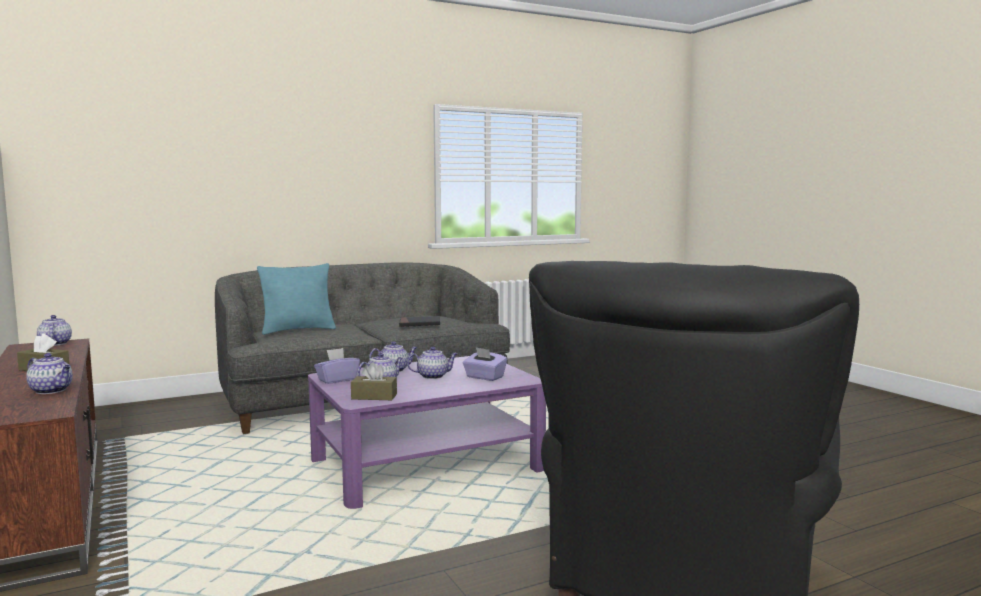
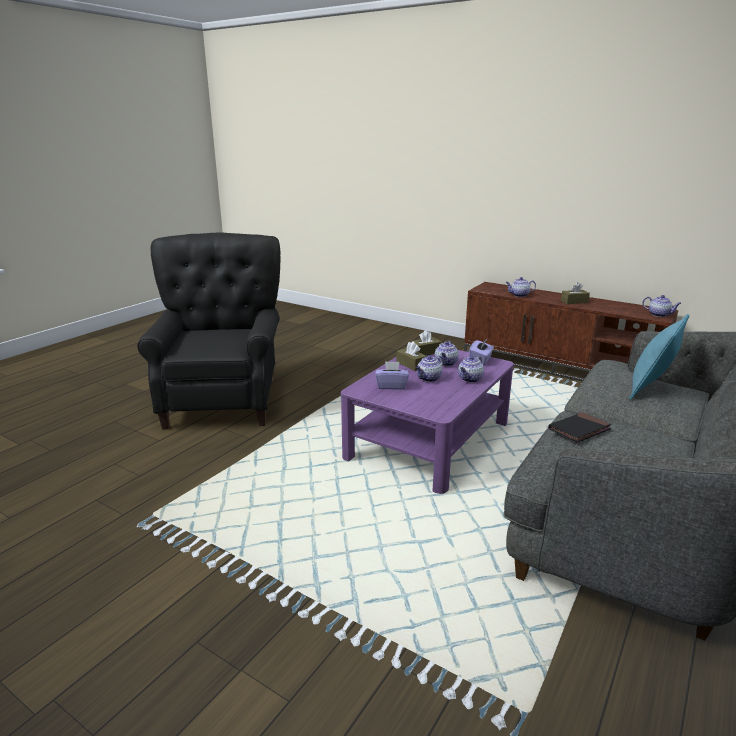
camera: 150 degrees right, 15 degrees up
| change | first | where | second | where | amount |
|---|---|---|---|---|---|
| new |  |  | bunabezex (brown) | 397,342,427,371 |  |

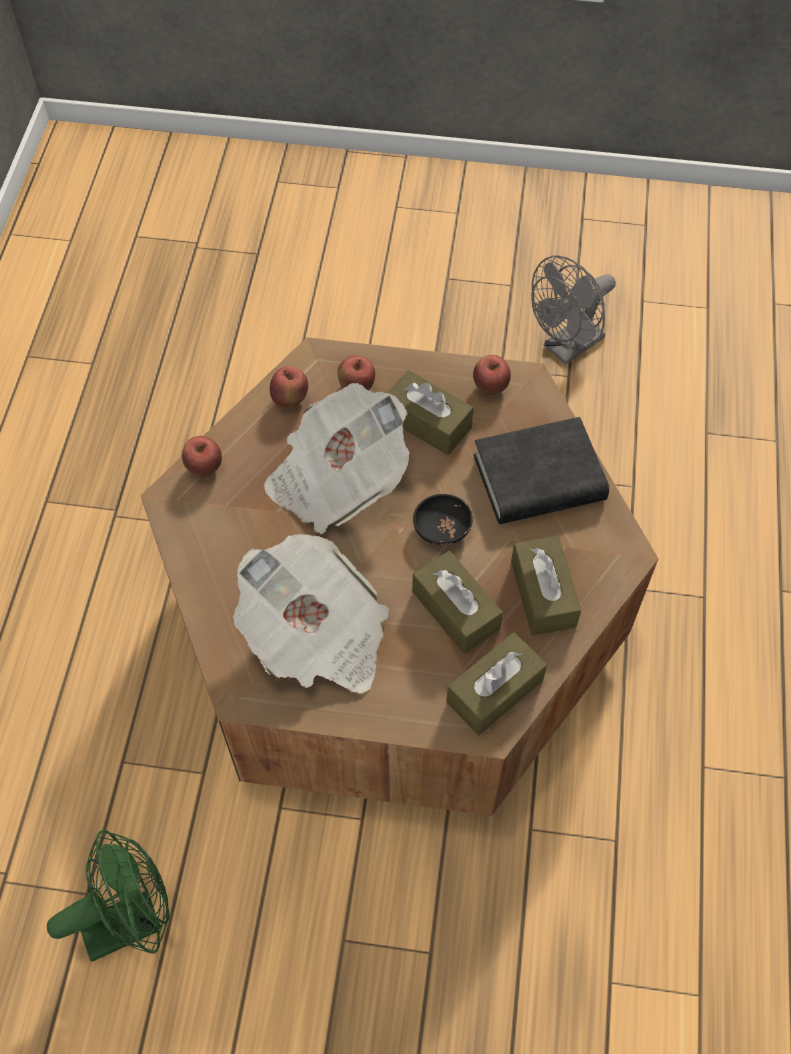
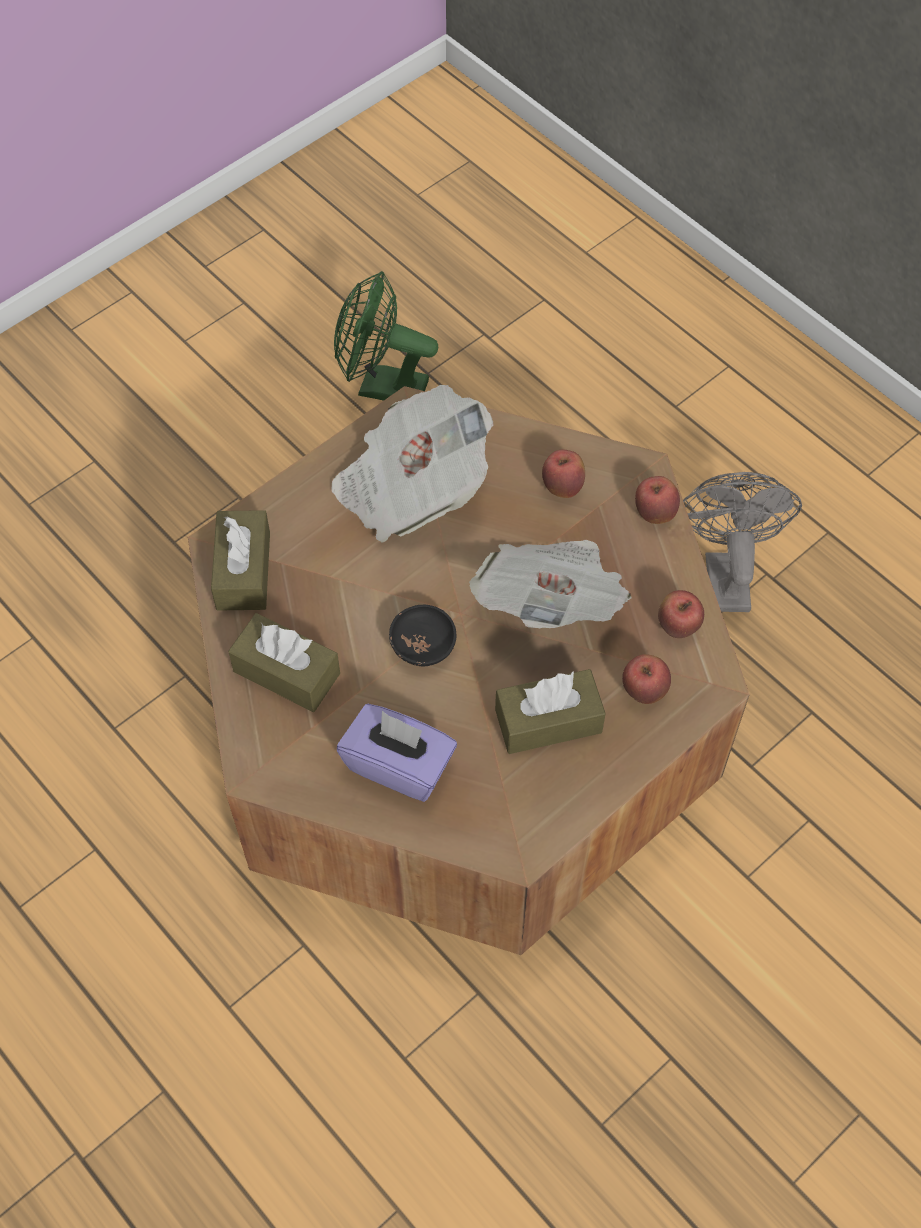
camera: 130 degrees right, 0 degrees up
| change | first | where | second | where | amount |
|---|---|---|---|---|---|
| rotated | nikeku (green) | 47,830,170,962 |  | 334,271,438,401 | 90 degrees clockwise |
| gone | bunabezex (brown) | 412,551,503,654 |  |  |  |
| shifted | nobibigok | 473,355,511,395 |  | 542,450,585,498 |  |
| swapped | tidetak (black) | 474,417,609,524 | bunabezex (purple) | 337,704,457,802 |  |
| shifted | nikeku (grey) | 531,256,616,365 |  | 683,472,802,612 |  |

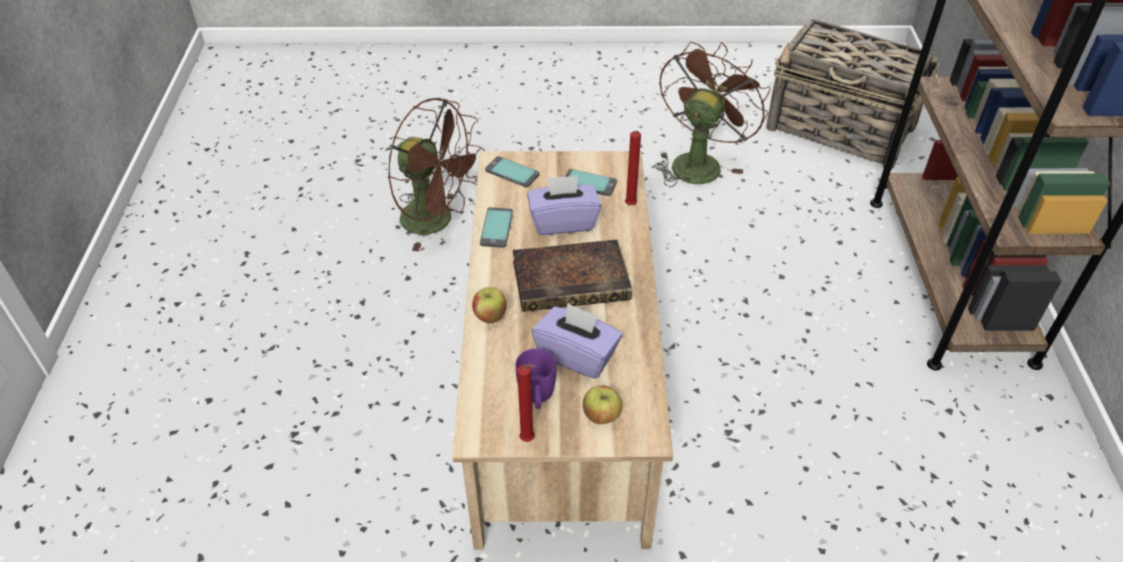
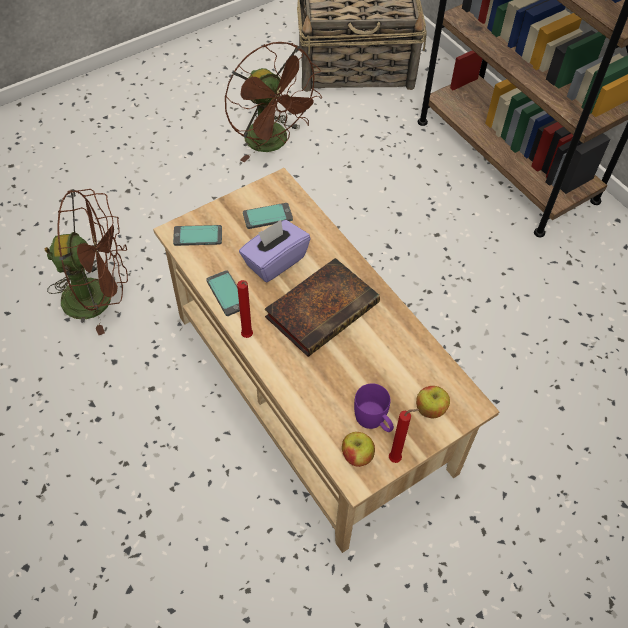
camera: 35 degrees left, 10 degrees up
| change | first | where | second | where | amount |
|---|---|---|---|---|---|
| shifted | nobibigok | 472,287,507,323 |  | 342,432,375,467 |  |
| gone | bunabezex (purple) | 532,302,623,379 |  |  |  |
| shifted | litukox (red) | 625,131,641,205 |  | 237,280,253,338 |  |
| rotated | nikeku (brown) | 655,42,770,187 |  | 224,42,322,162 | 150 degrees clockwise |

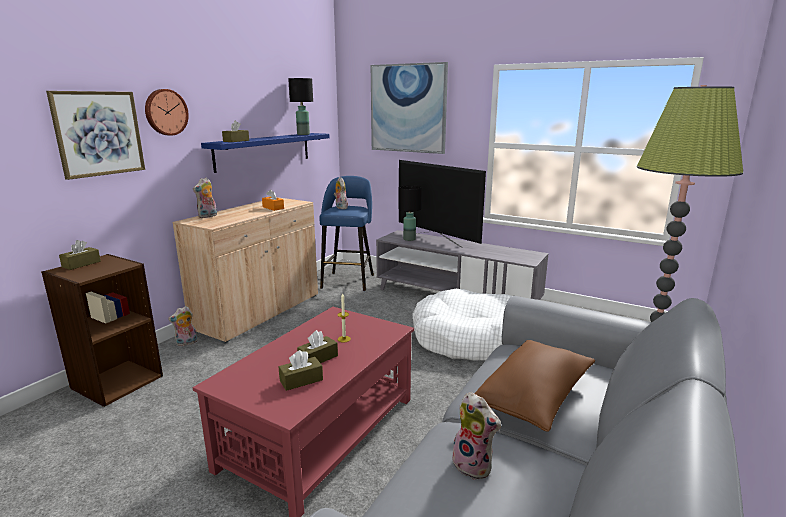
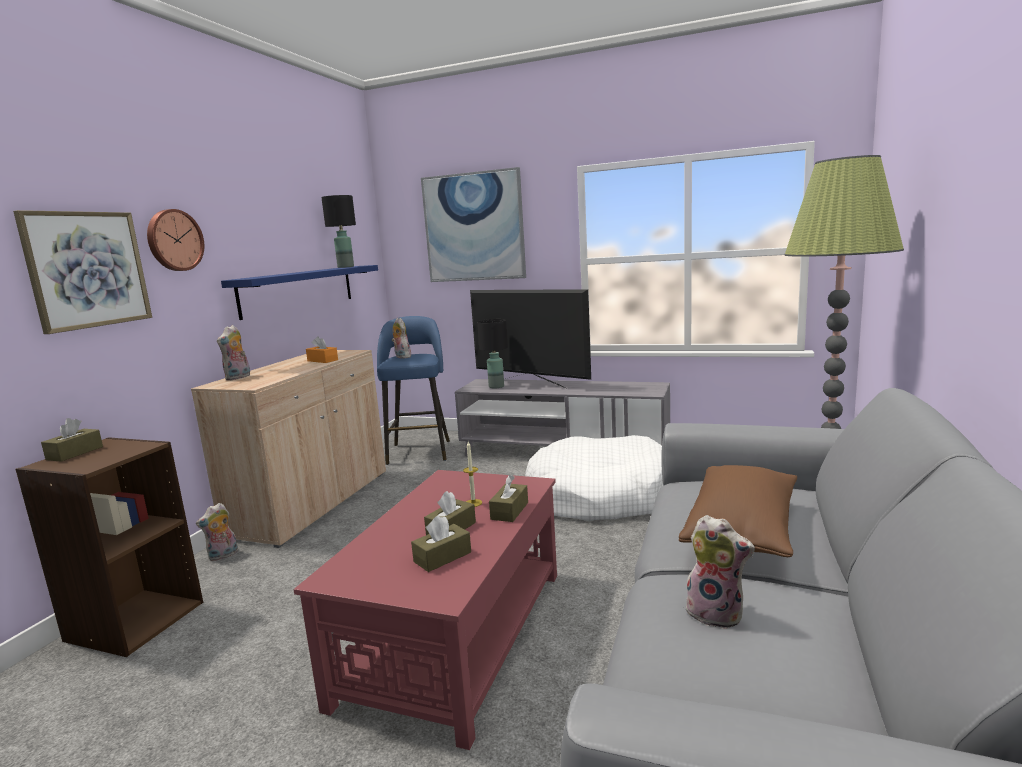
camera: 10 degrees left, 5 degrees down
| change | first | where | second | where | amount |
|---|---|---|---|---|---|
| shifted | bunabezex (brown) | 222,121,249,142 |  | 489,475,528,522 |  |

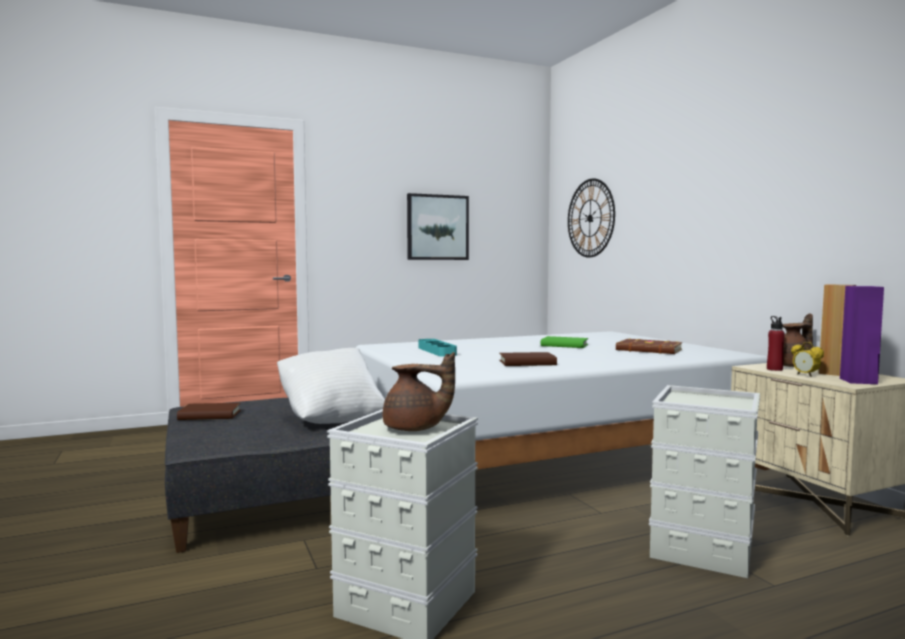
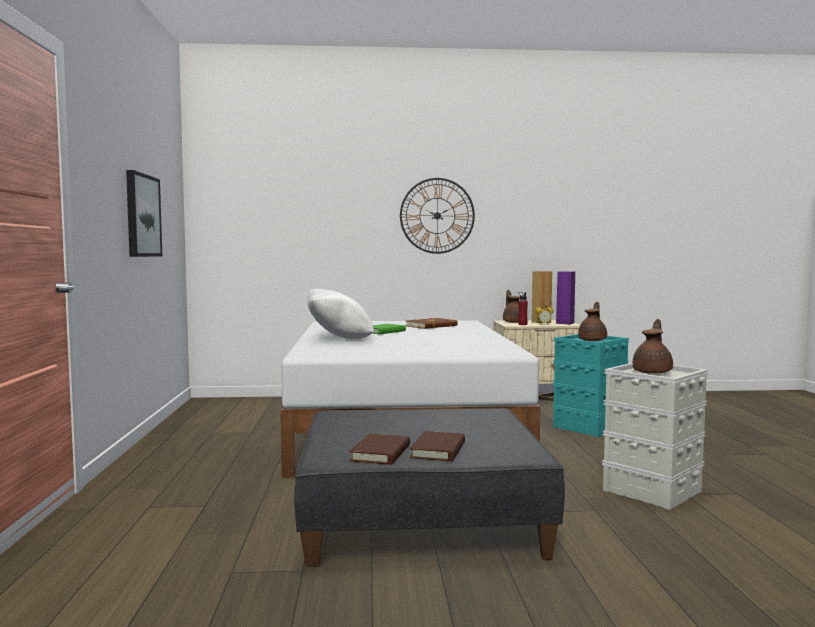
camera: 70 degrees left, 0 degrees up
| change | first | where | second | where | amount |
|---|---|---|---|---|---|
| shifted | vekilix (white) | 277,348,385,424 |  | 308,289,374,340 |  |
| gone | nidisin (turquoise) | 419,339,457,357 |  |  |  |
| shifted | tidetak (brown) | 499,352,557,366 |  | 409,431,465,461 |  |
| shifted | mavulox | 568,179,615,258 |  | 400,178,475,254 |  |
| repainted | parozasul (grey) | 649,385,760,578 | parozasul (turquoise) | 552,334,629,437 |  |
| new |  |  | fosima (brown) | 578,301,607,341 |  |

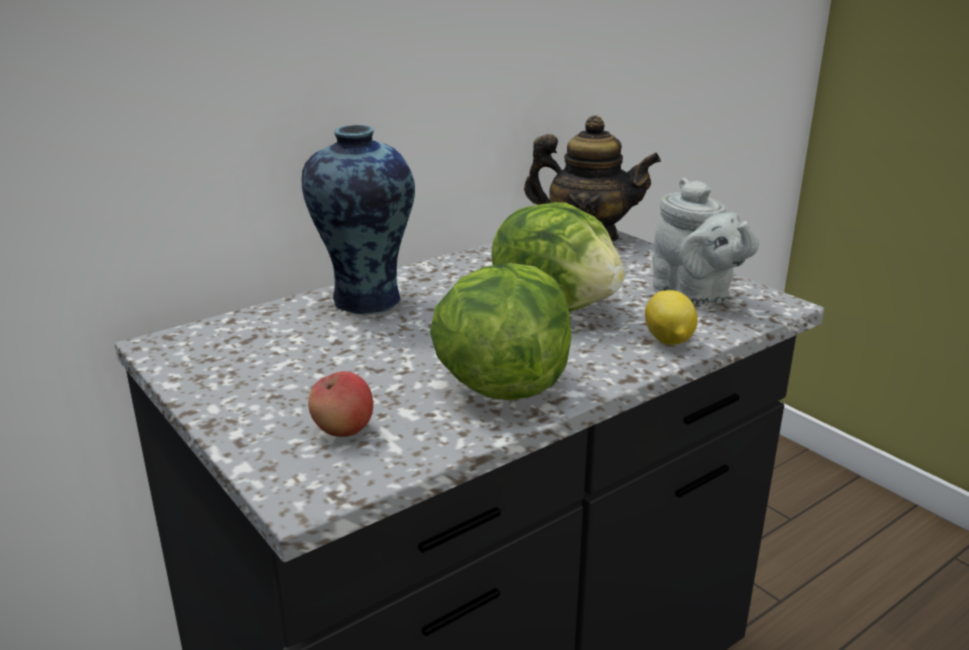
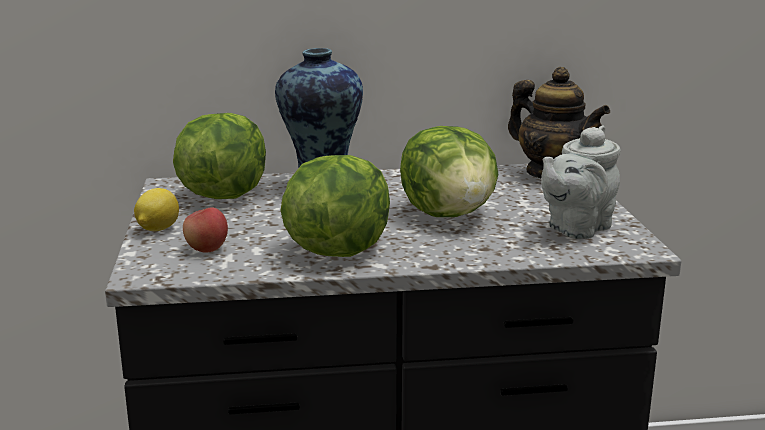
camera: 30 degrees right, 5 degrees down
| change | first | where | second | where | amount |
|---|---|---|---|---|---|
| shifted | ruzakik | 645,290,698,345 |  | 134,188,179,231 |  |
| rotated | fosima (grey) | 652,178,759,305 |  | 541,126,621,239 | 45 degrees clockwise |
| new |  |  | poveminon | 173,113,266,199 |  |

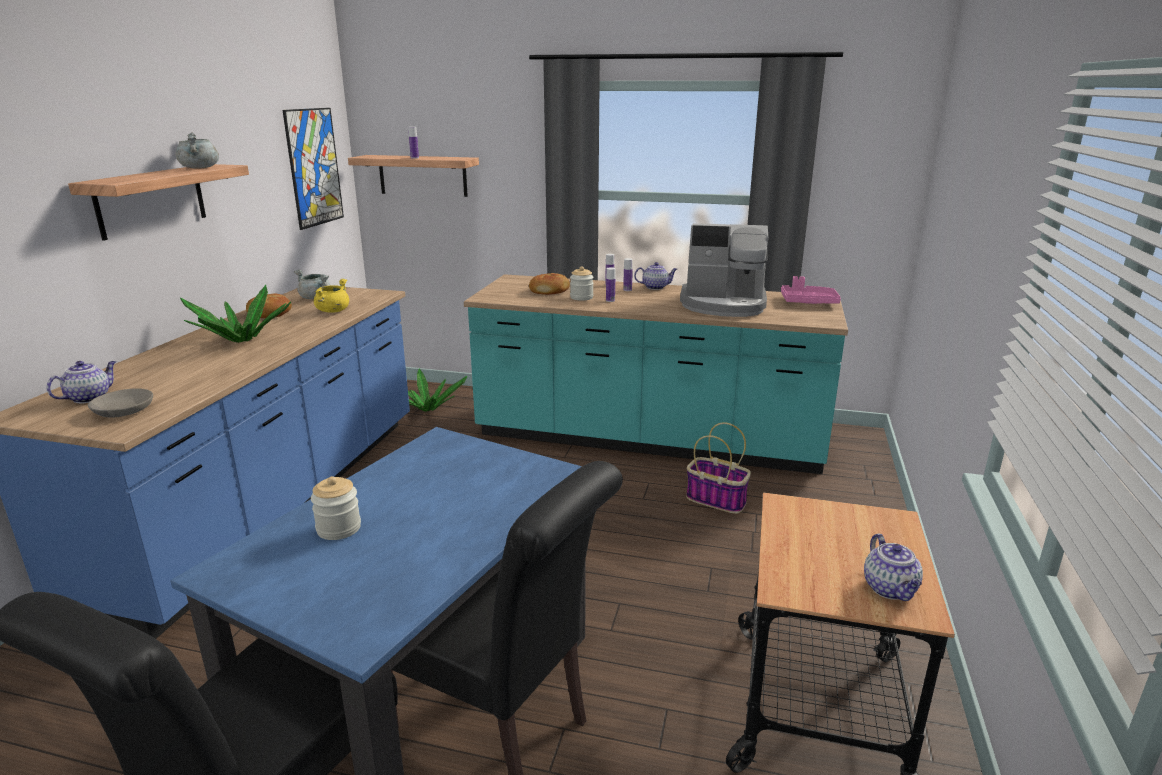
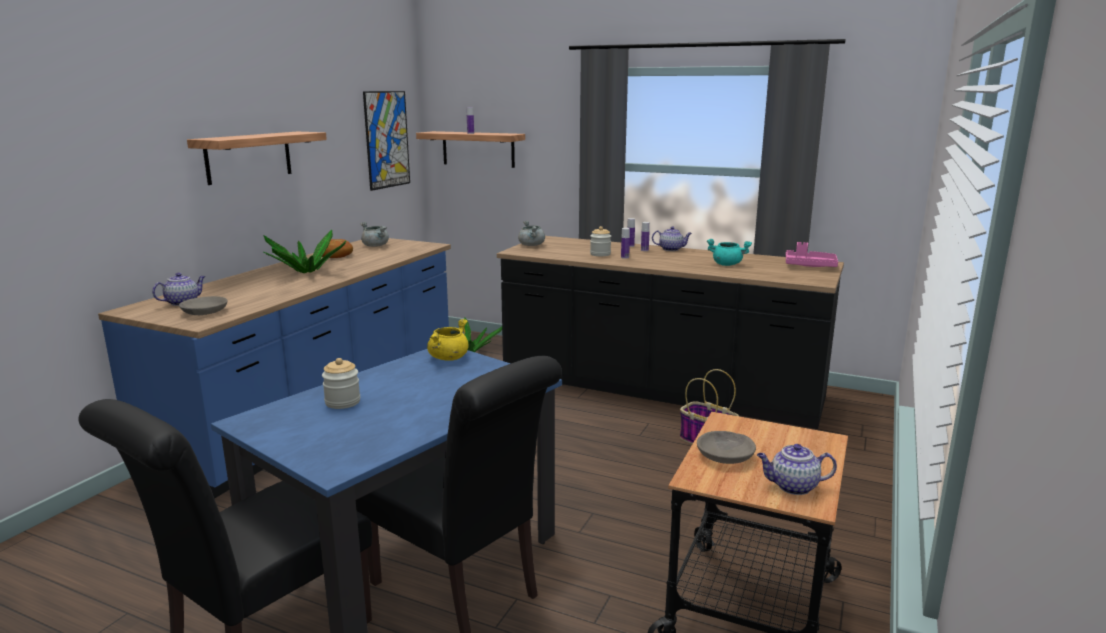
camera: 10 degrees right, 5 degrees down
| change | first | where | second | where | amount |
|---|---|---|---|---|---|
| shifted | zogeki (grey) | 176,132,219,169 |  | 518,220,545,246 |  |
| shifted | zogeki (yellow) | 314,279,349,313 |  | 427,319,469,361 |  |
| repainted | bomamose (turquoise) | 464,274,848,474 | bomamose (black) | 497,236,844,429 |  |
| gone | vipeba | 529,273,570,295 |  |  |  |
| swapped | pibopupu | 680,223,768,317 | zogeki (turquoise) | 707,239,752,266 |  |
| rotated | fosima | 864,534,923,601 |  | 757,444,837,495 | 90 degrees clockwise |
| new |  |  | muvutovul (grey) | 697,431,756,464 |  |

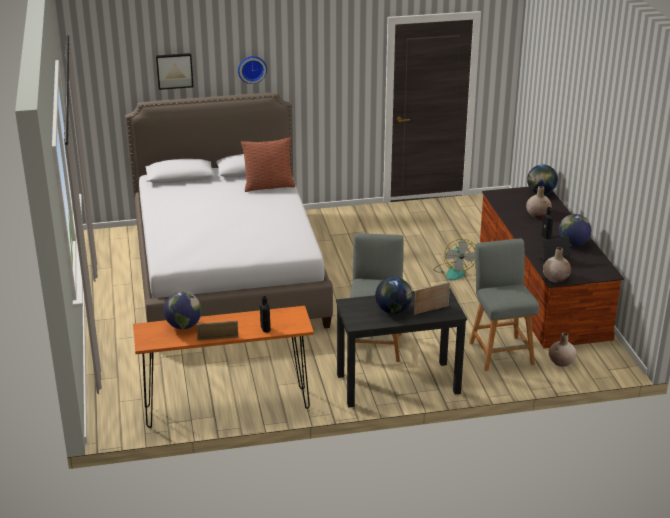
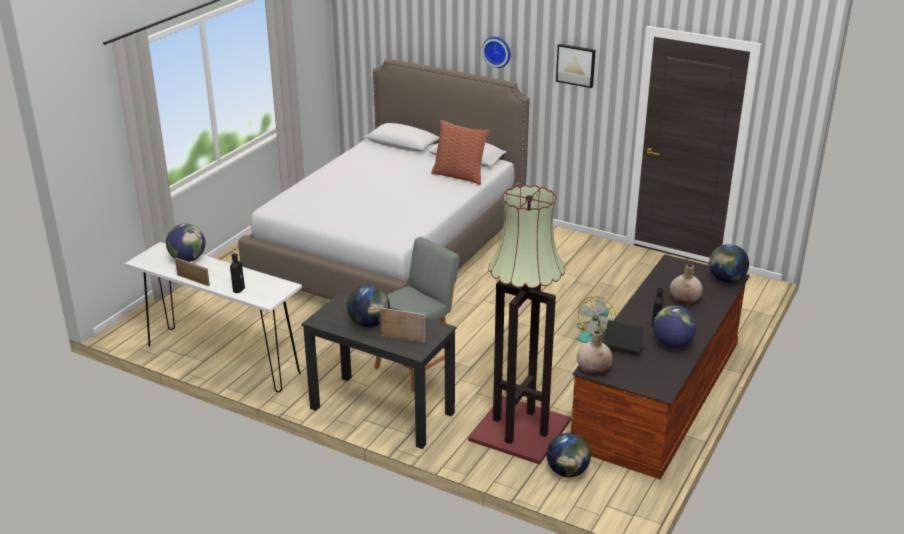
camera: 40 degrees right, 0 degrees up
| change | first | where | second | where | amount |
|---|---|---|---|---|---|
| repainted | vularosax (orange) | 133,306,314,428 | vularosax (white) | 125,242,302,392 |  |
| shifted | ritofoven | 156,53,193,90 |  | 556,44,596,88 |  |
| swapped | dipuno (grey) | 469,239,539,371 | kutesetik | 468,185,571,465 |  |
| swapped | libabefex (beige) | 549,333,576,367 | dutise | 547,433,591,477 |  |

